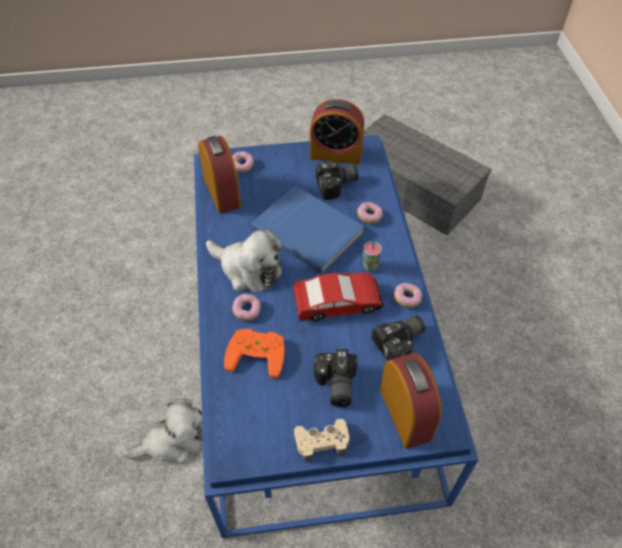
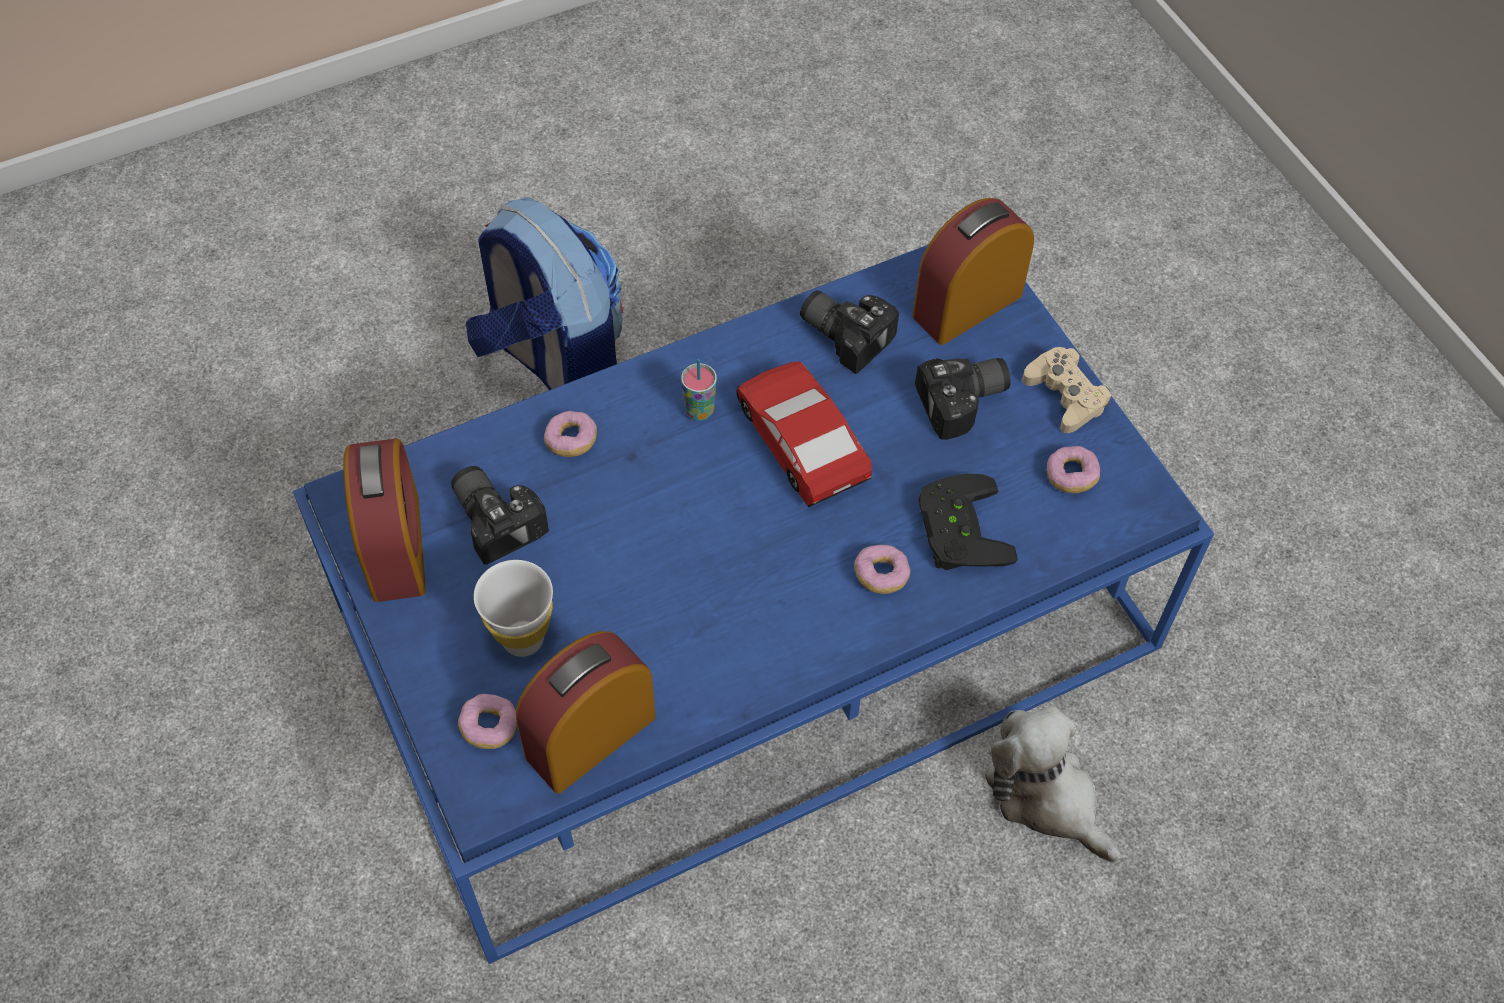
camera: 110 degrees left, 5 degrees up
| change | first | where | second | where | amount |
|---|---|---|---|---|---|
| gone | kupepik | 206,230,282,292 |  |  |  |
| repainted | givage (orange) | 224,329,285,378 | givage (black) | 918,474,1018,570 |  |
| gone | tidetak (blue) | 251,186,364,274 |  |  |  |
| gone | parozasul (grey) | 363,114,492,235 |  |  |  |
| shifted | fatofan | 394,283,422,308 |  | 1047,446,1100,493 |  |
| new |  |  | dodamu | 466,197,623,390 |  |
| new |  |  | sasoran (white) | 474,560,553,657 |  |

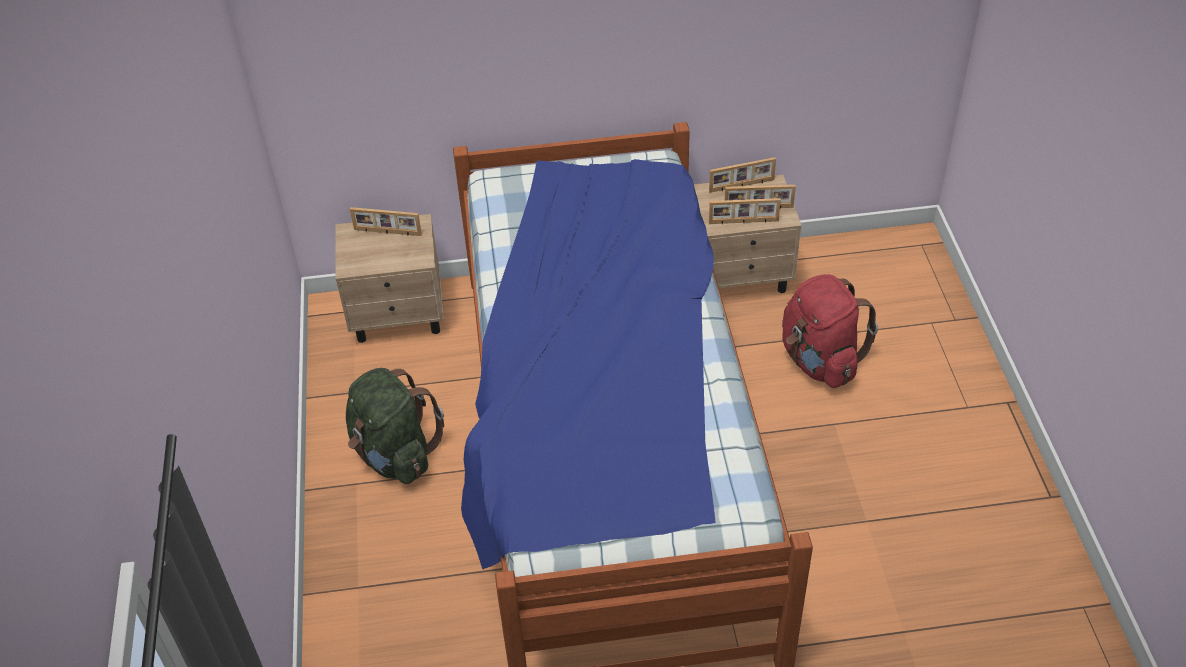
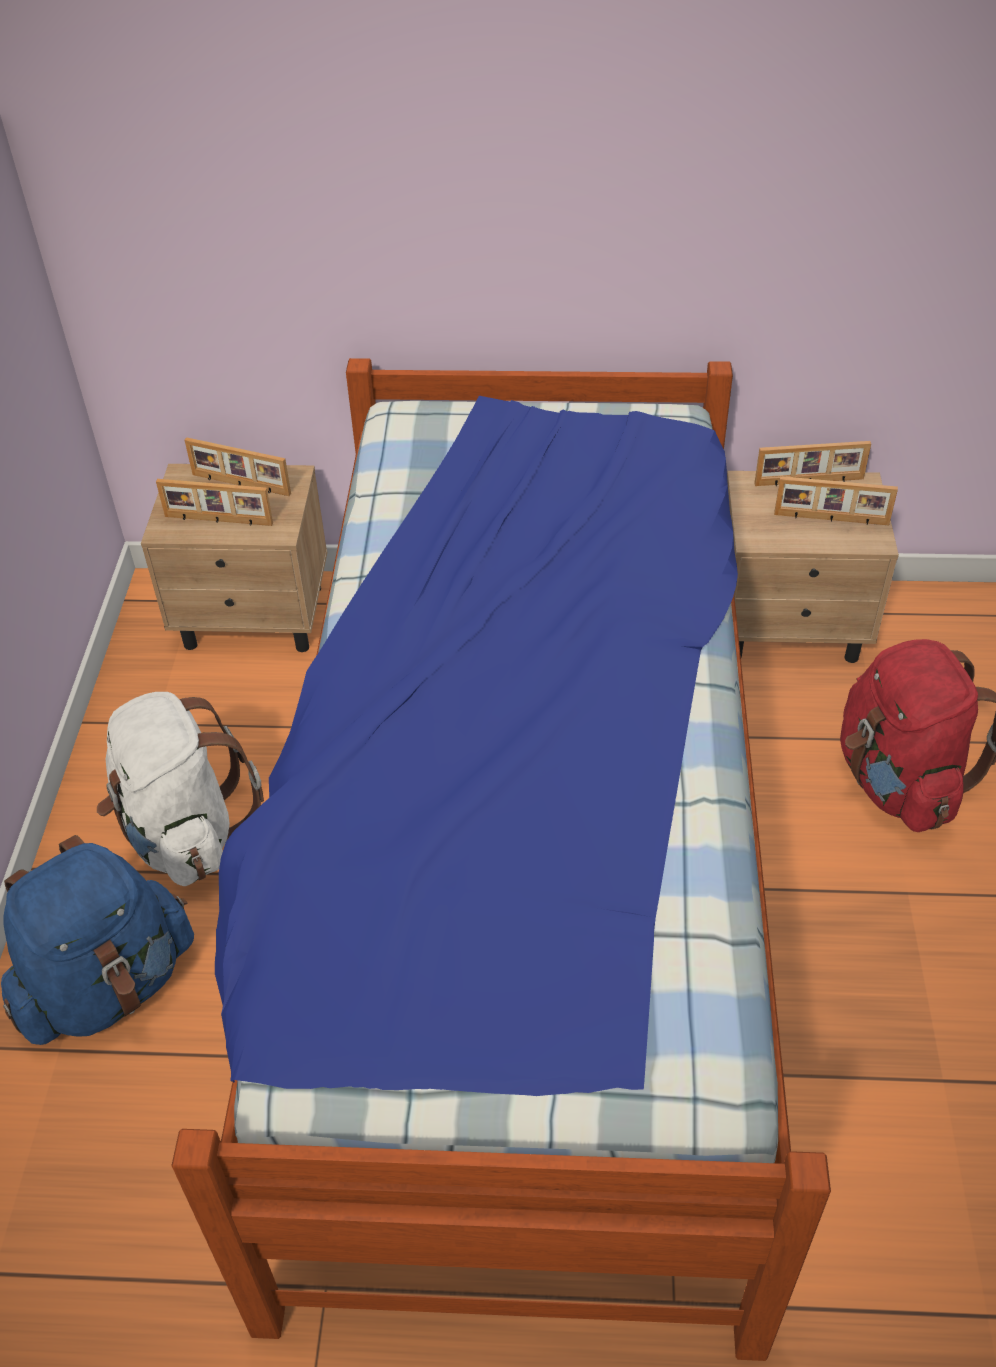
camera: 10 degrees right, 0 degrees up
| change | first | where | second | where | amount |
|---|---|---|---|---|---|
| repainted | dodamu (green) | 346,368,444,484 | dodamu (white) | 97,692,264,886 |  |
| shifted | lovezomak | 709,198,781,225 |  | 156,479,273,526 |  |
| new |  |  | dodamu (blue) | 1,835,194,1045 |  |

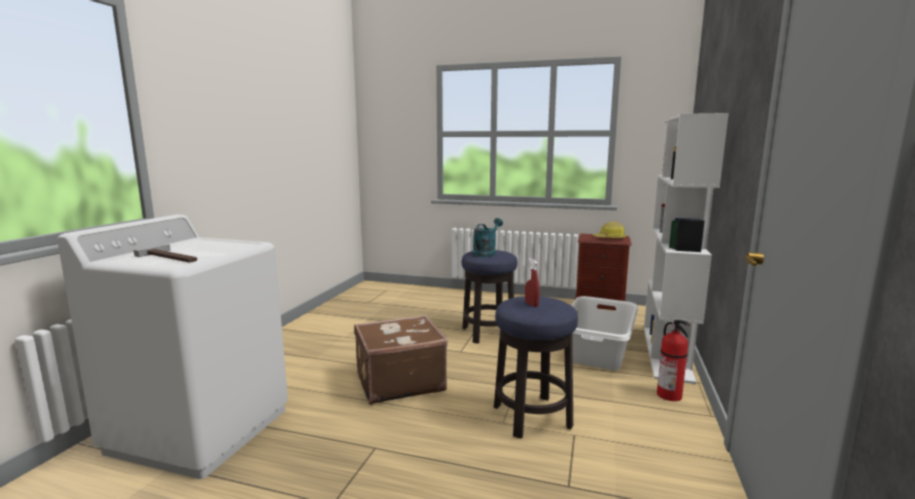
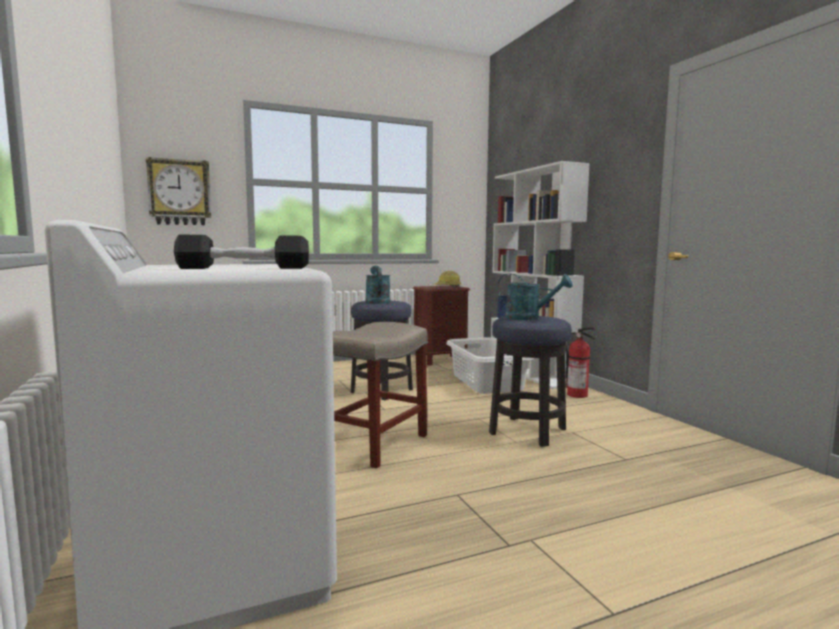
camera: 40 degrees left, 5 degrees down
| change | first | where | second | where | amount |
|---|---|---|---|---|---|
| swapped | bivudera | 134,245,197,263 | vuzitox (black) | 174,235,309,269 |  |
| swapped | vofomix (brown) | 354,315,448,405 | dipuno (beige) | 333,322,428,468 |  |
| swapped | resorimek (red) | 525,258,540,307 | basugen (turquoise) | 497,274,572,320 |  |
| new |  |  | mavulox | 146,157,211,225 |  |

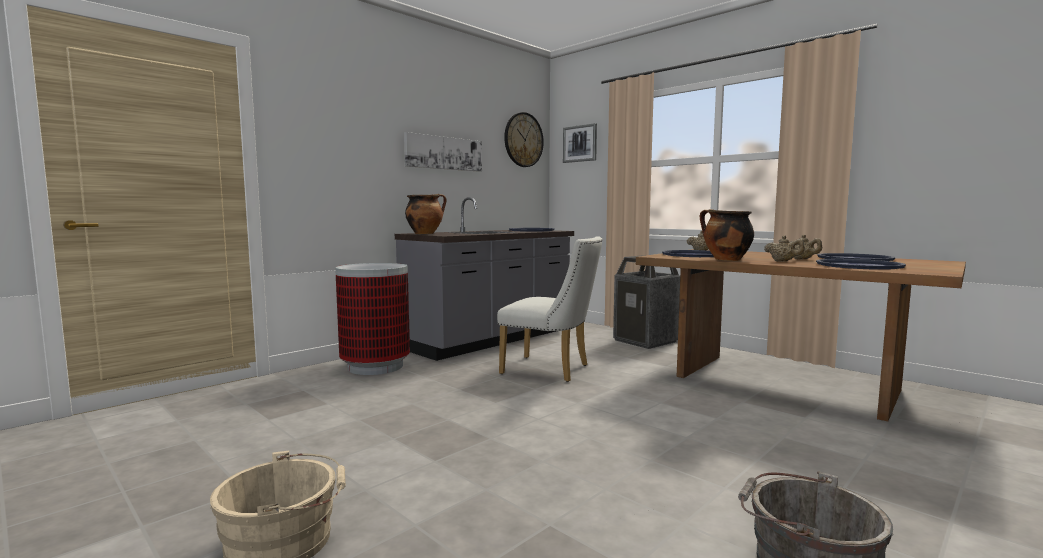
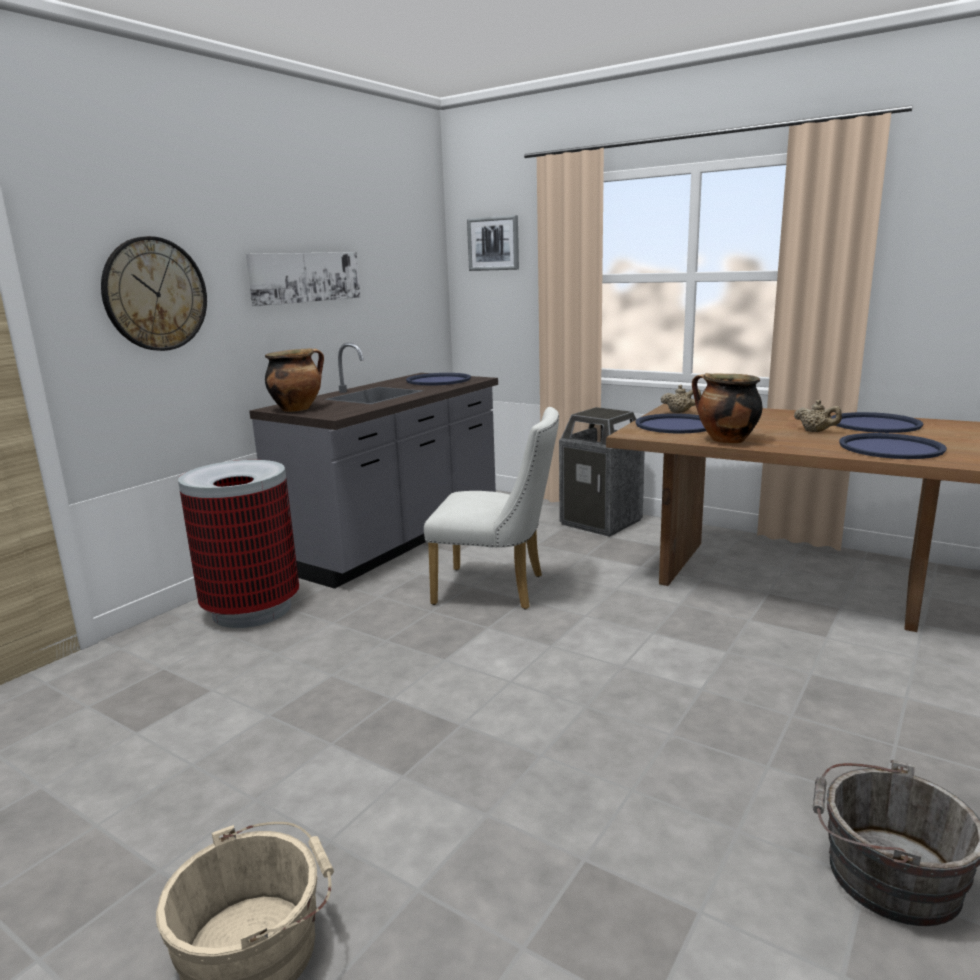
camera: 10 degrees left, 10 degrees up
| change | first | where | second | where | amount |
|---|---|---|---|---|---|
| shifted | mavulox | 504,112,544,167 |  | 101,236,207,351 |  |
| gone | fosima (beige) | 764,235,805,261 |  |  |  |

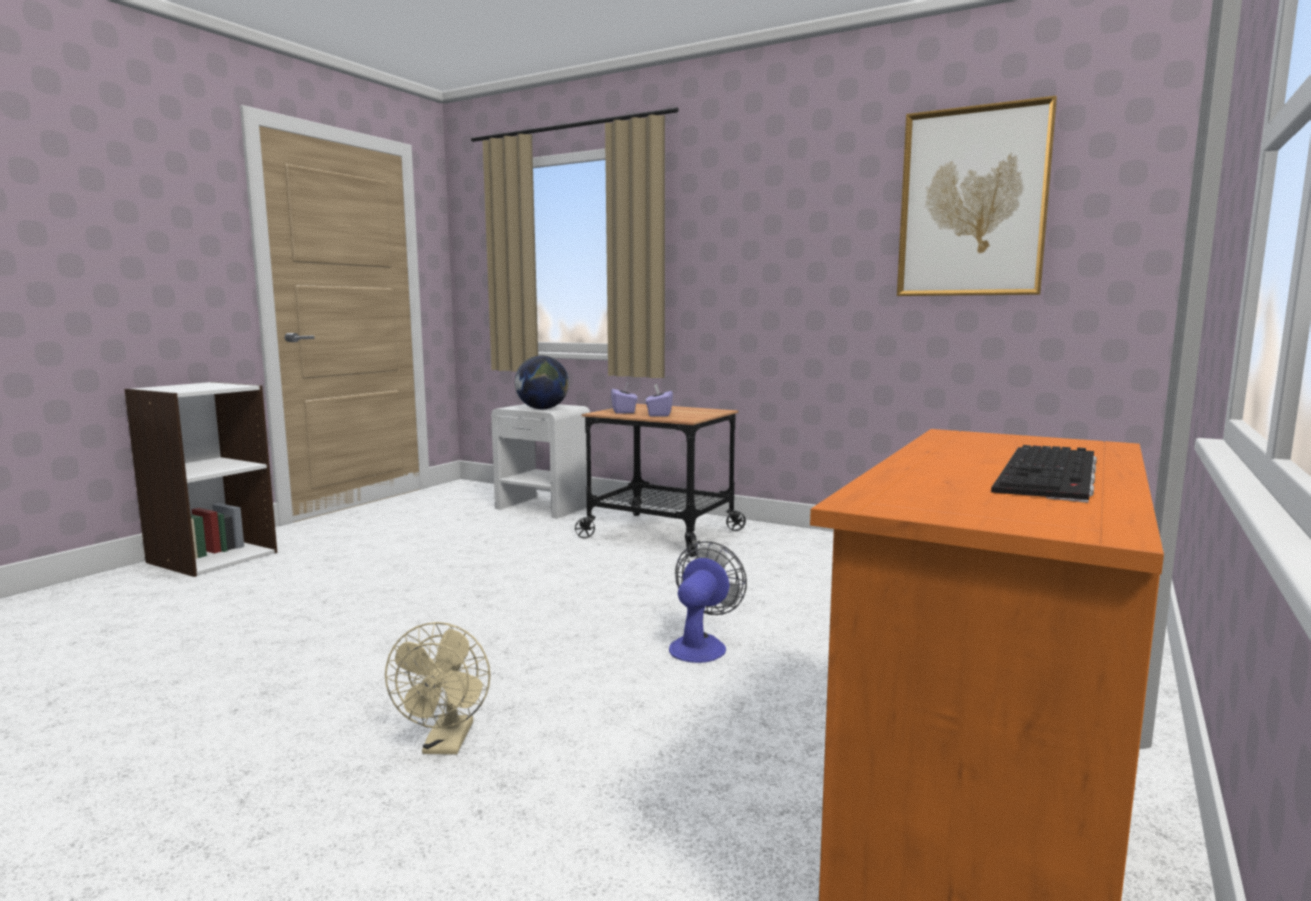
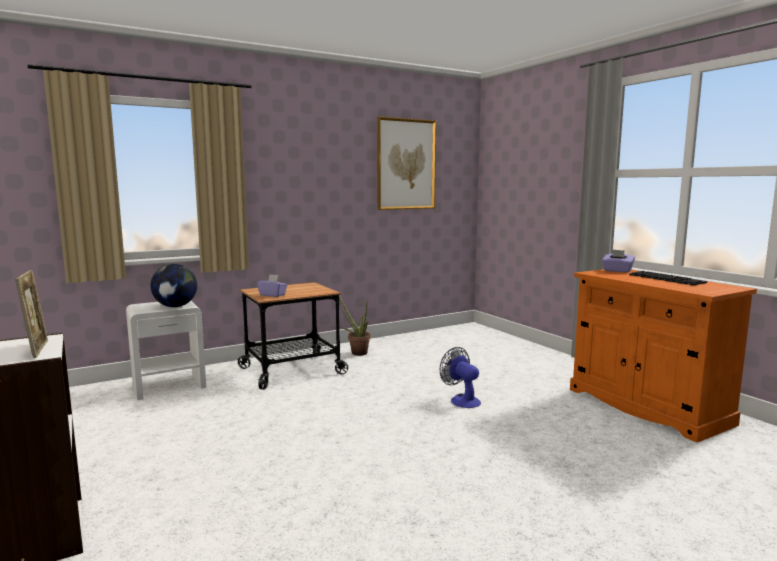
camera: 60 degrees left, 0 degrees up
| change | first | where | second | where | amount |
|---|---|---|---|---|---|
| gone | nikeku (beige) | 385,622,491,755 |  |  |  |
| shifted | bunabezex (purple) | 646,384,673,417 |  | 602,249,635,273 |  |
| new |  |  | lovezomak | 15,270,48,358 |  |
| new |  |  | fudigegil | 339,295,371,356 |  |

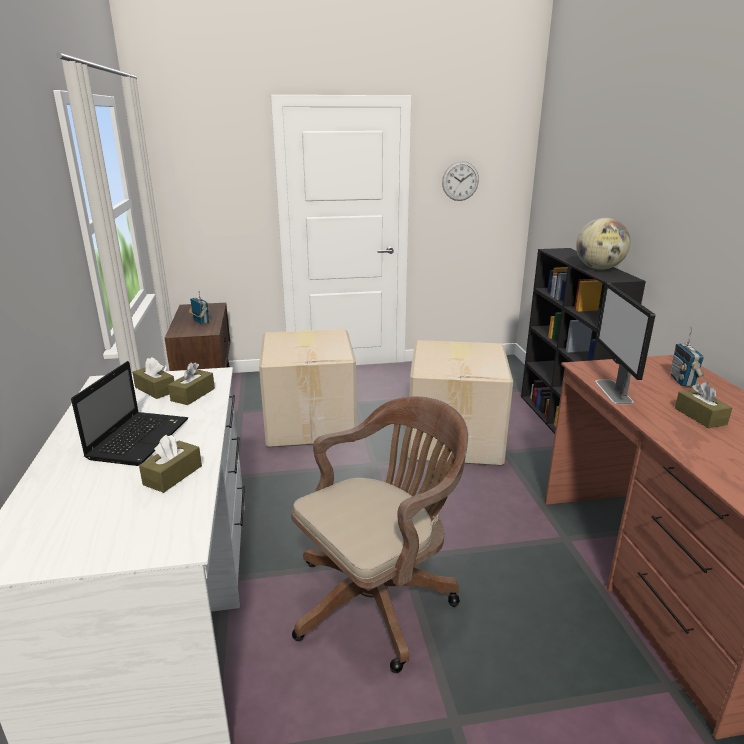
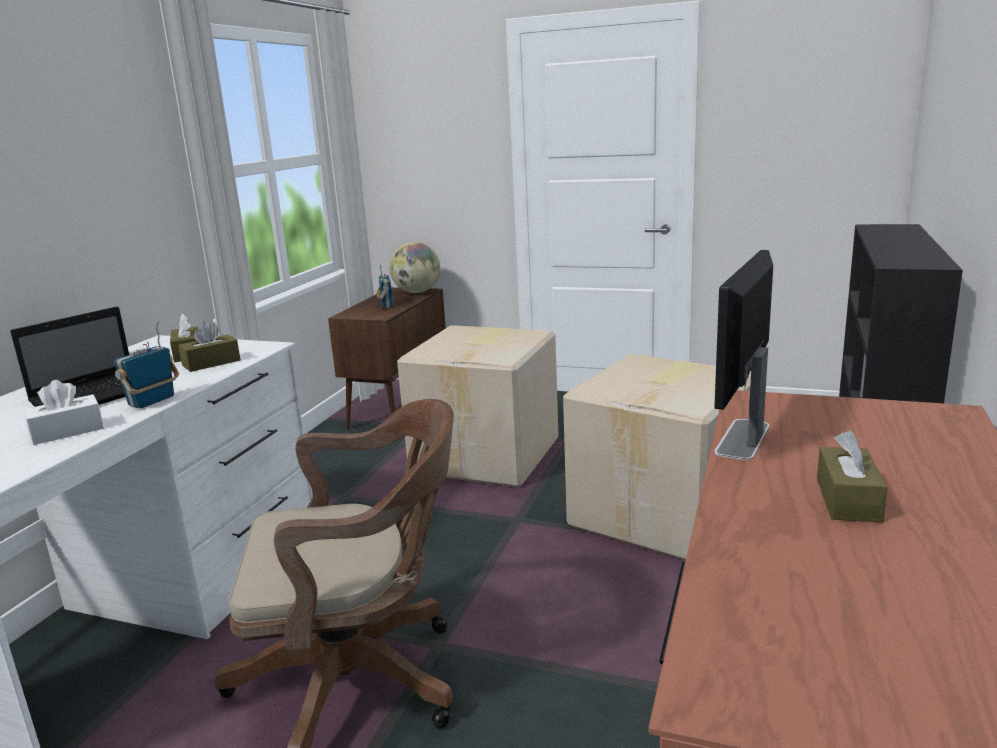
camera: 30 degrees right, 5 degrees down
| change | first | where | second | where | amount |
|---|---|---|---|---|---|
| repainted | bunabezex (brown) | 139,435,202,493 | bunabezex (white) | 24,380,104,445 |  |
| gone | mavulox | 442,161,479,201 |  |  |  |
| shifted | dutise | 576,218,631,270 |  | 389,242,440,293 |  |
| shifted | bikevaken | 670,327,704,387 |  | 114,321,179,408 |  |

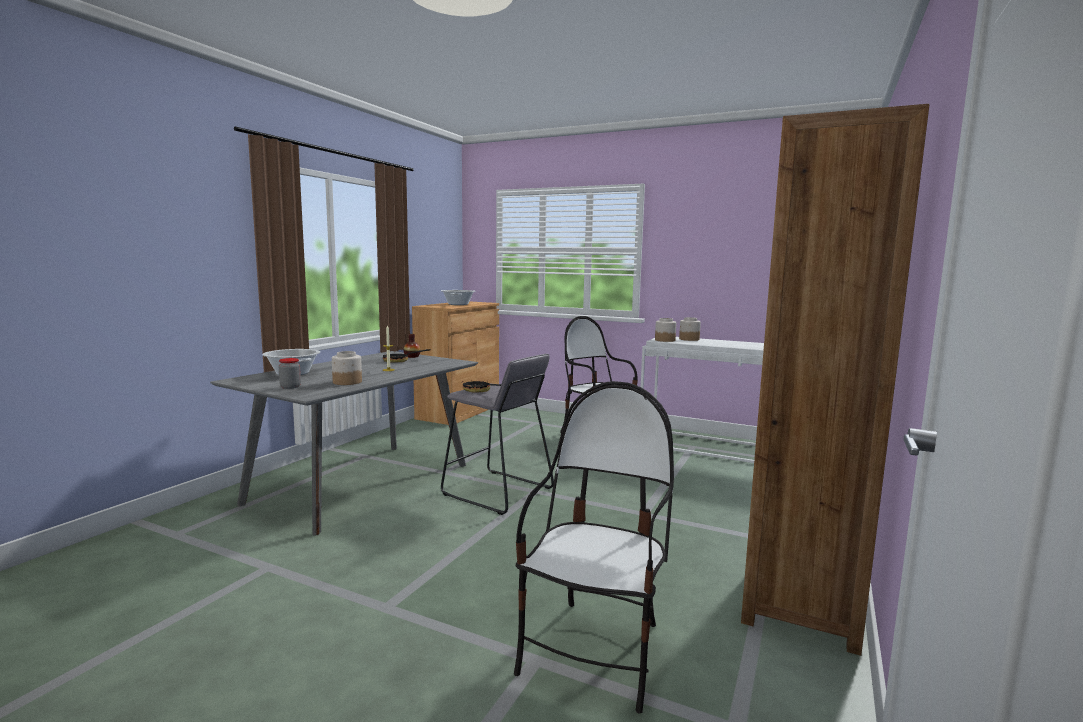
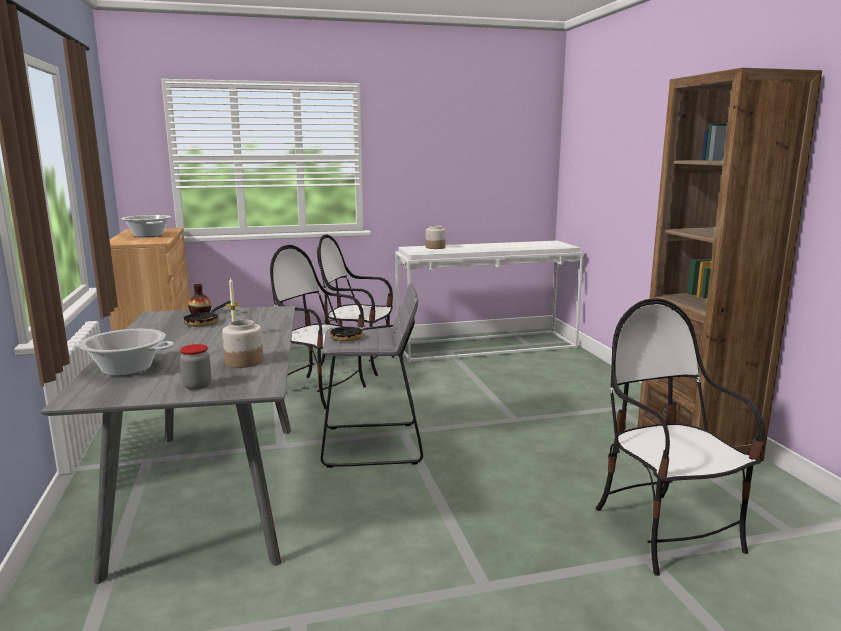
camera: 40 degrees left, 5 degrees up
| change | first | where | second | where | amount |
|---|---|---|---|---|---|
| gone | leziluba | 655,318,676,342 |  |  |  |
| new |  |  | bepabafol | 270,245,366,409 |  |

